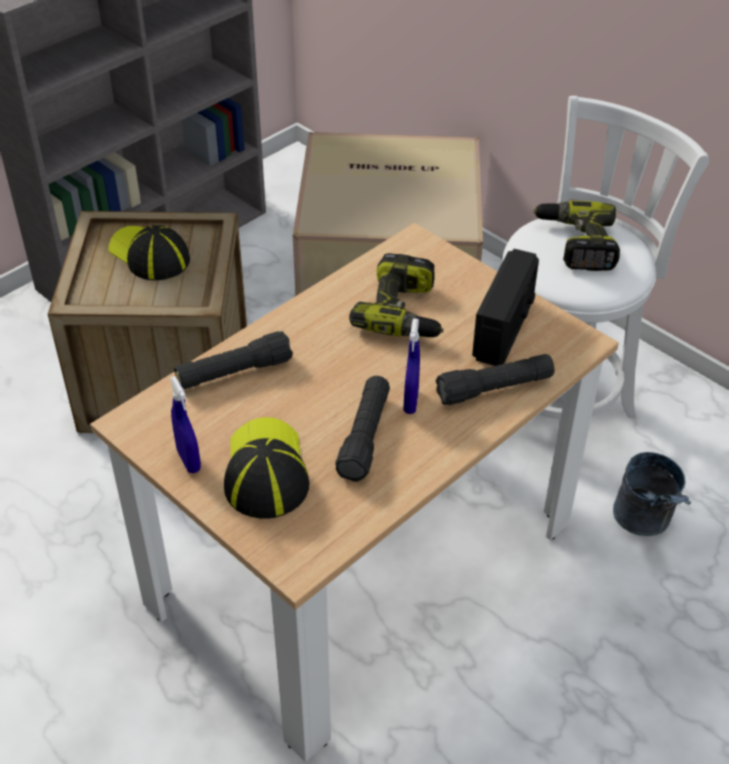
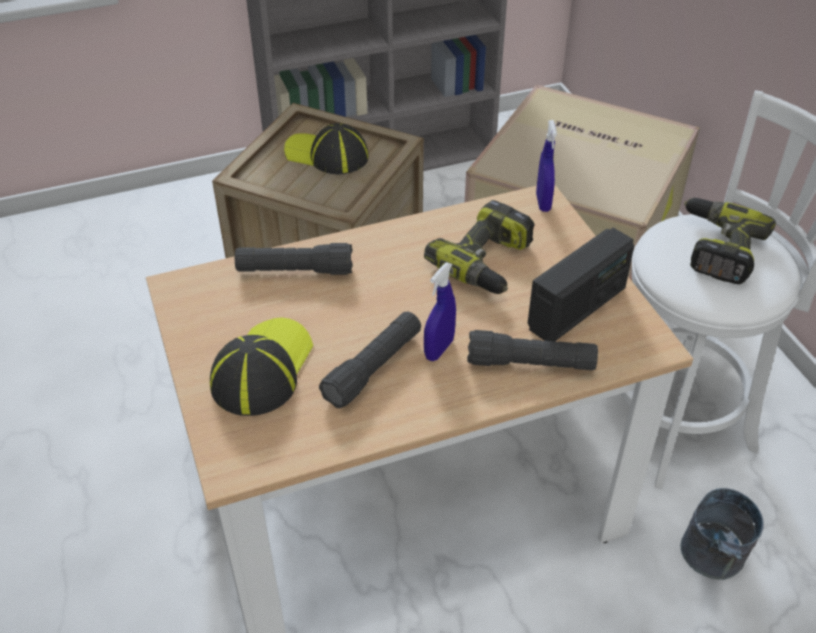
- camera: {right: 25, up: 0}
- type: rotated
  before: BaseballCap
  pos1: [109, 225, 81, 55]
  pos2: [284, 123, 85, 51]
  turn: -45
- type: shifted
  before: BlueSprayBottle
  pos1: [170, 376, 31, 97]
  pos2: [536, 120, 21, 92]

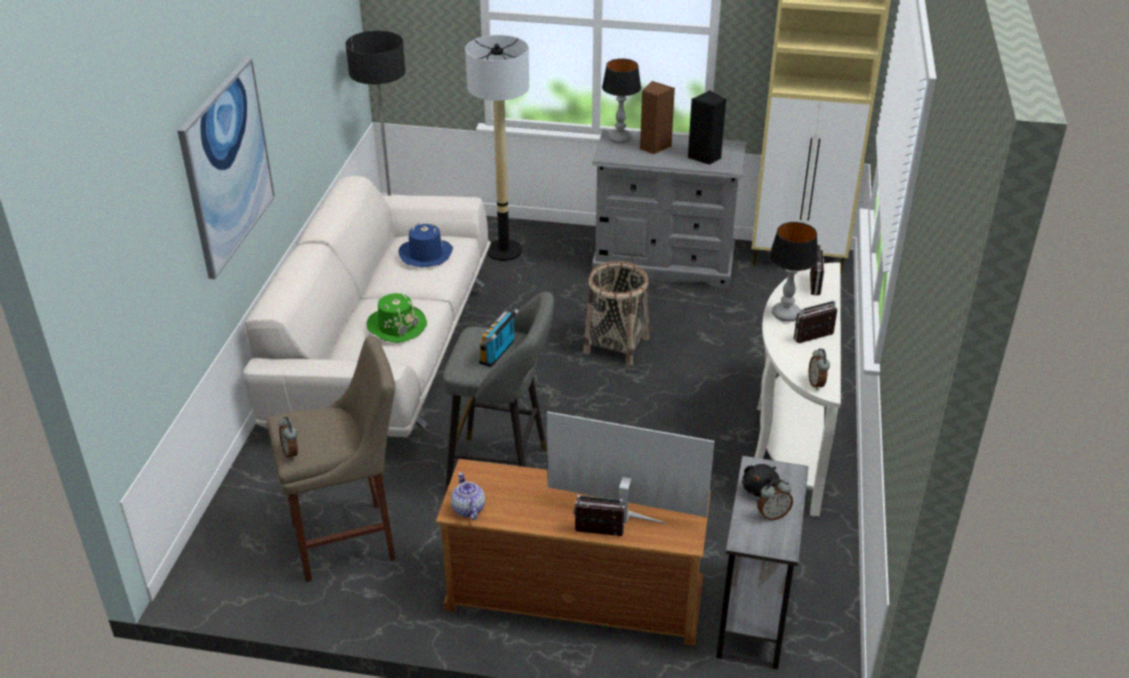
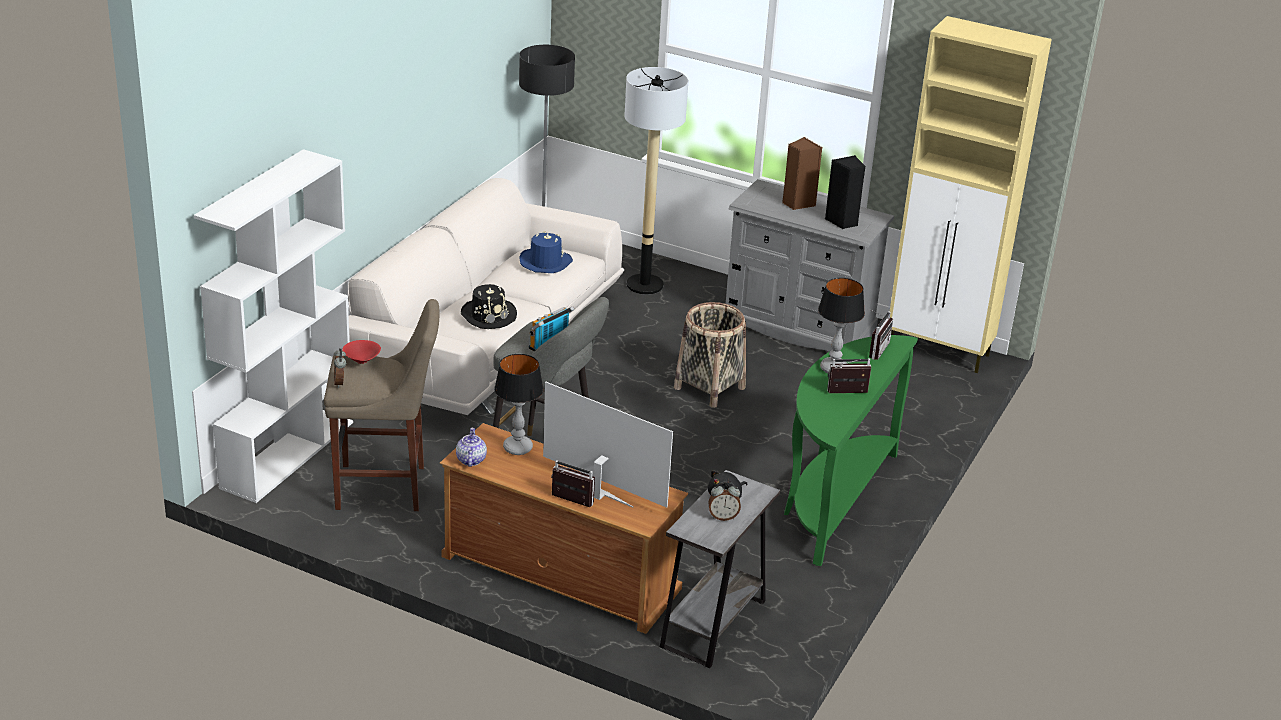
- camera: {right: 15, up: -5}
- type: gone
  before: Picture
  pos1: [177, 57, 98, 222]
- type: repainted
  before: GreenWearableHat
  after: BlackWearableHat
  pos1: [367, 293, 60, 50]
  pos2: [461, 284, 56, 45]
- type: shifted
  before: TabletopLamp
  pos1: [602, 59, 39, 84]
  pos2: [494, 354, 50, 101]
- type: repainted
  before: WhitishHallTable
  after: GreenHallTable
  pos1: [754, 262, 87, 255]
  pos2: [784, 335, 134, 231]
- type: gone
  before: BedsideClock
  pos1: [809, 348, 21, 42]
- type: new
  after: WhitishBookshelf
  pos2: [194, 149, 159, 354]
- type: new
  after: ReddishDeepDish
  pos2: [342, 340, 39, 24]

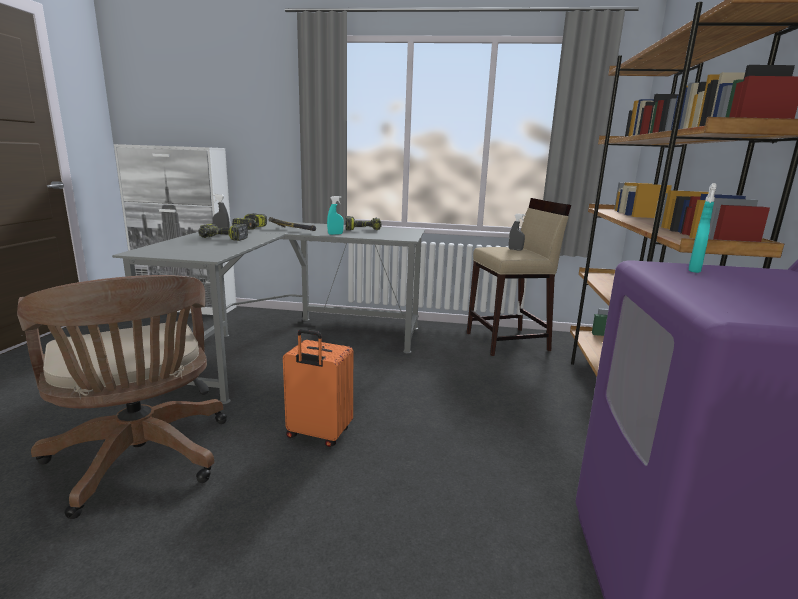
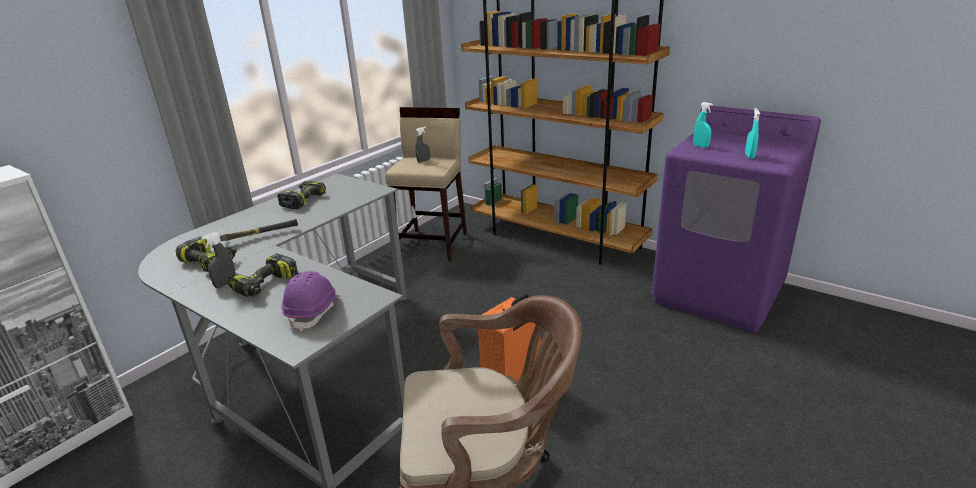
- camera: {right: -60, up: 10}
- type: shifted
  before: TurquoiseColouredSprayBottle
  pos1: [327, 196, 17, 39]
  pos2: [745, 108, 15, 51]
- type: new
  after: PurpleColouredHardHat
  pos2: [281, 271, 59, 61]

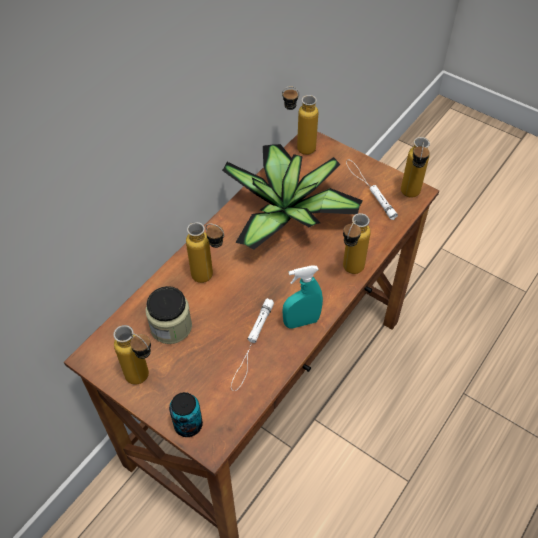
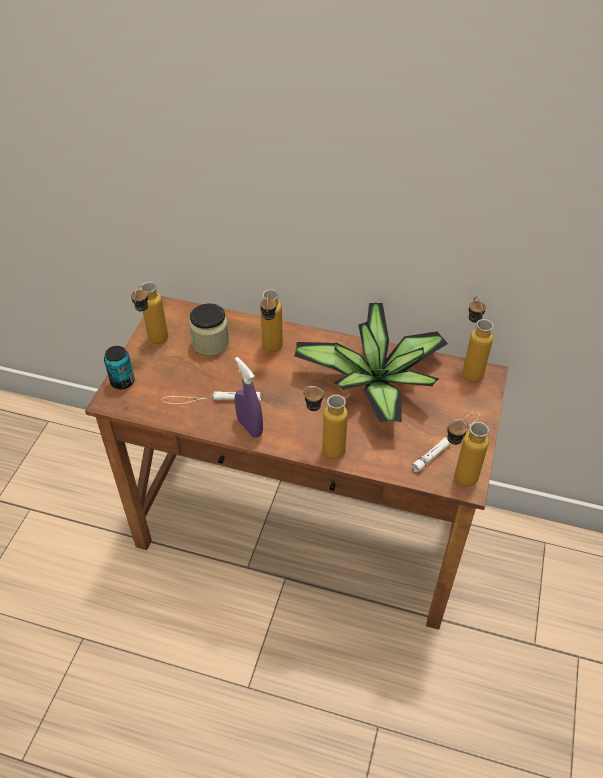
- camera: {right: 70, up: -5}
- type: repainted
  before: TurquoiseColouredSprayBottle
  after: PurpleColouredSprayBottle
  pos1: [282, 265, 41, 64]
  pos2: [234, 357, 29, 81]

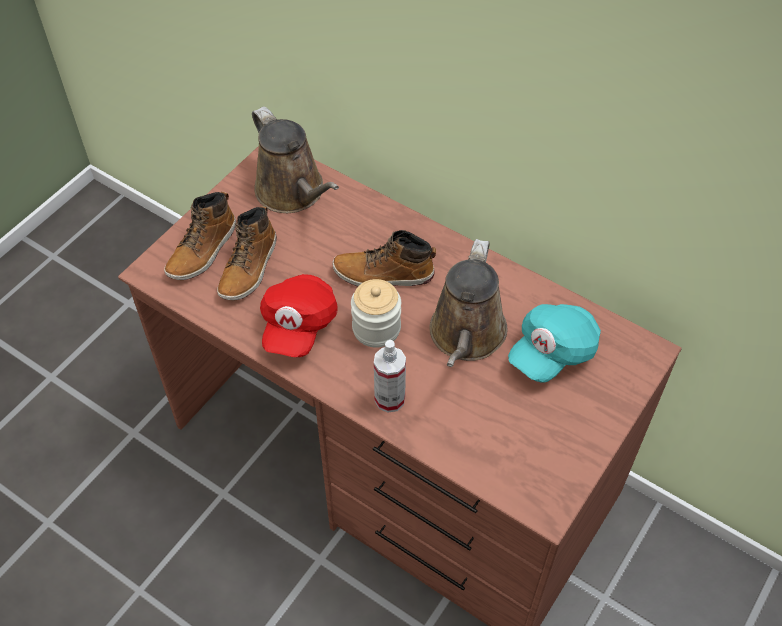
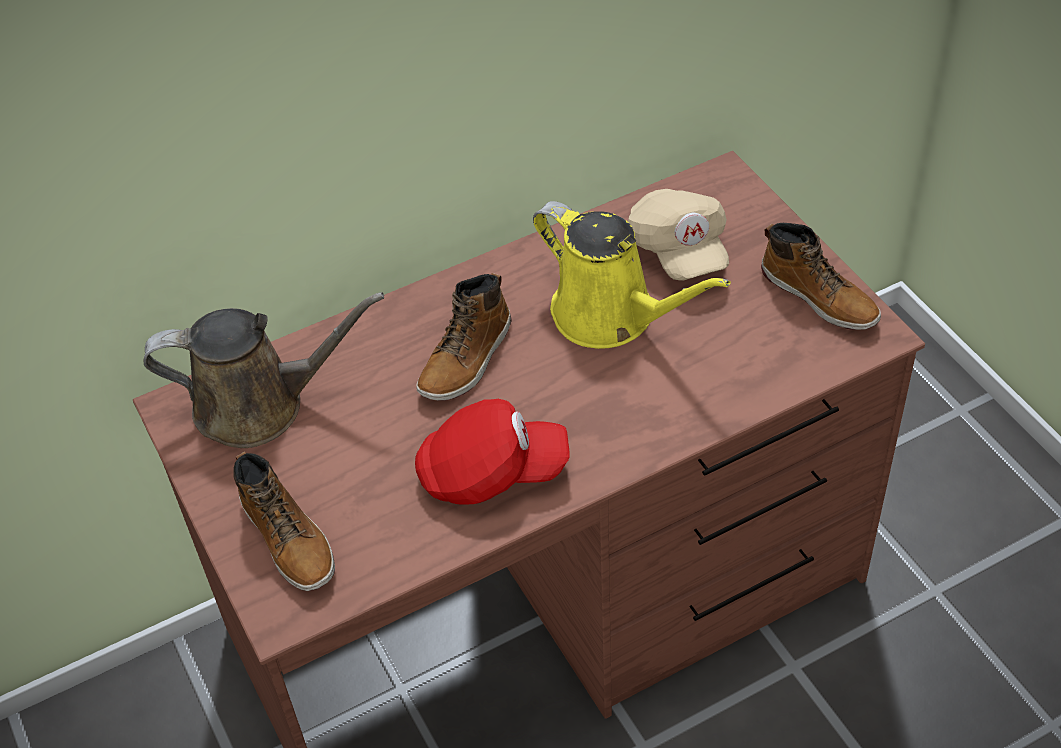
- camera: {right: -60, up: -5}
- type: shifted
  before: HighTopBoot
  pos1: [217, 206, 60, 95]
  pos2: [761, 223, 120, 107]
- type: rotated
  before: ReddishBaseballCap
  pos1: [260, 274, 78, 83]
  pos2: [415, 399, 155, 106]
  turn: -45
- type: gone
  before: Jar
  pos1: [351, 279, 50, 69]
- type: gone
  before: SprayBottle
  pos1: [374, 340, 32, 73]
- type: repainted
  before: BrownColouredWateringPot
  after: YellowishWateringPot
  pos1: [430, 239, 78, 128]
  pos2: [533, 201, 198, 148]
- type: repainted
  before: TurquoiseColouredBaseballCap
  after: BeigeColouredBaseballCap
  pos1: [508, 304, 93, 79]
  pos2: [628, 189, 101, 92]

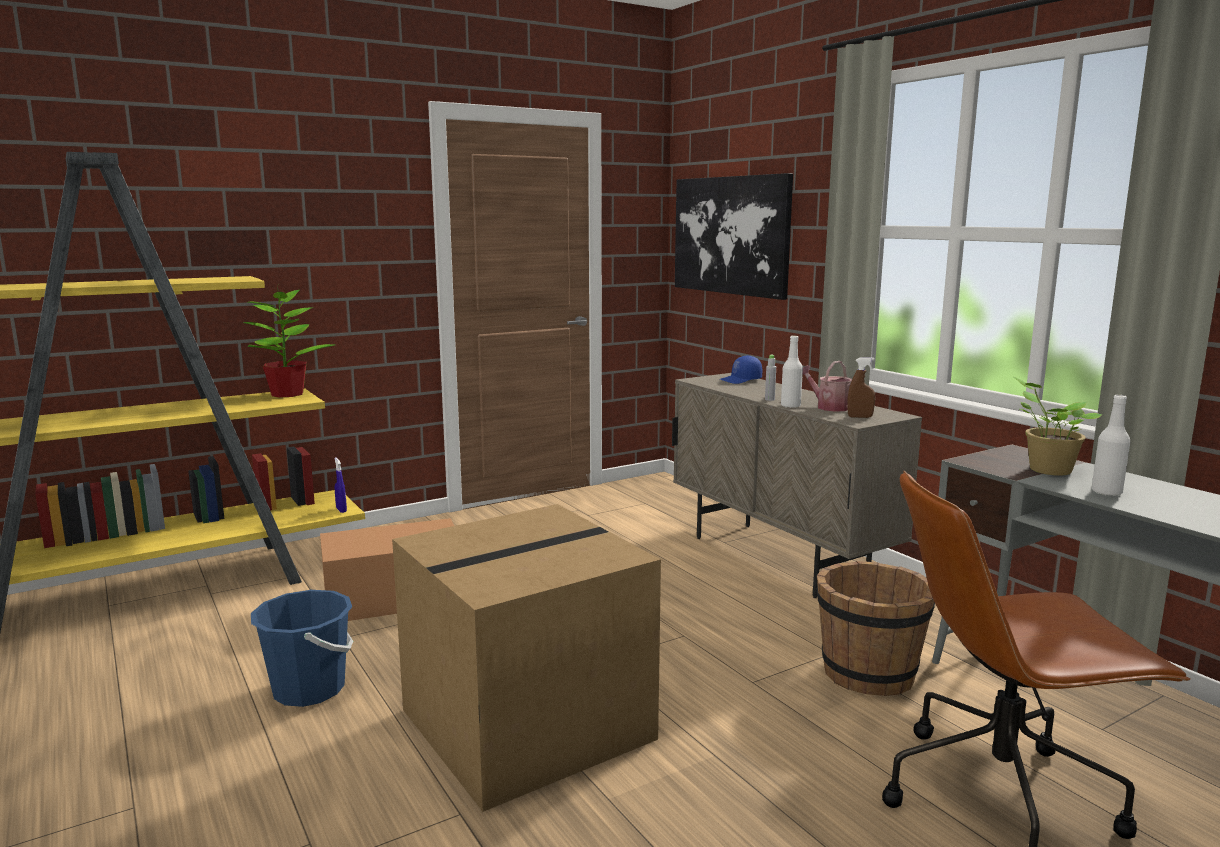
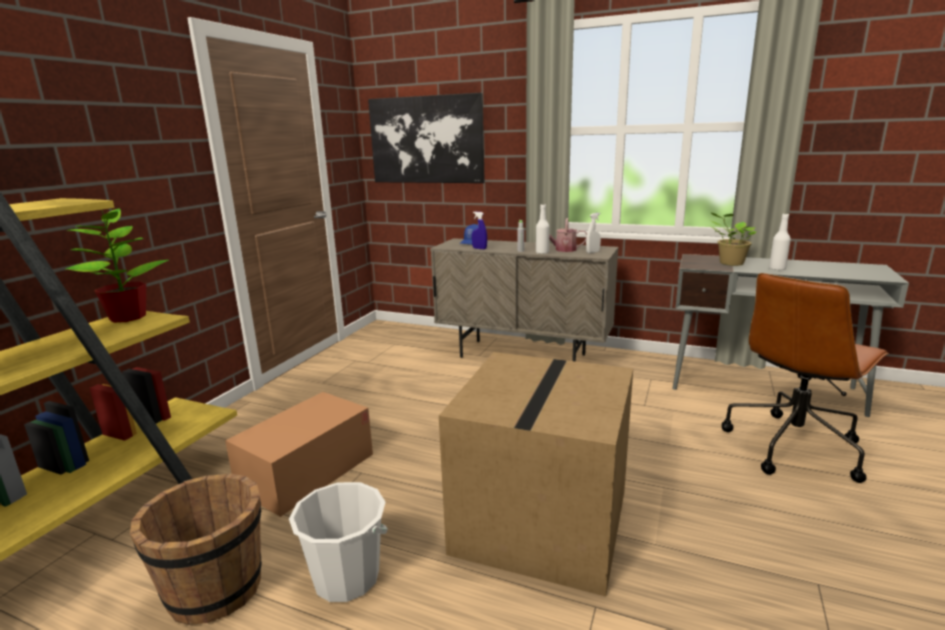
- camera: {right: -35, up: 5}
- type: repainted
  before: BlueBucket
  after: WhitishBucket
  pos1: [251, 590, 102, 117]
  pos2: [289, 482, 99, 120]
- type: shifted
  before: BlueSprayBottle
  pos1: [334, 457, 13, 56]
  pos2: [472, 212, 15, 37]
- type: shifted
  before: BrownColouredBucket
  pos1: [817, 561, 118, 135]
  pos2: [130, 473, 132, 152]
- type: repainted
  before: BrownColouredSprayBottle
  after: WhitishSprayBottle
  pos1: [847, 357, 28, 61]
  pos2: [586, 213, 15, 40]

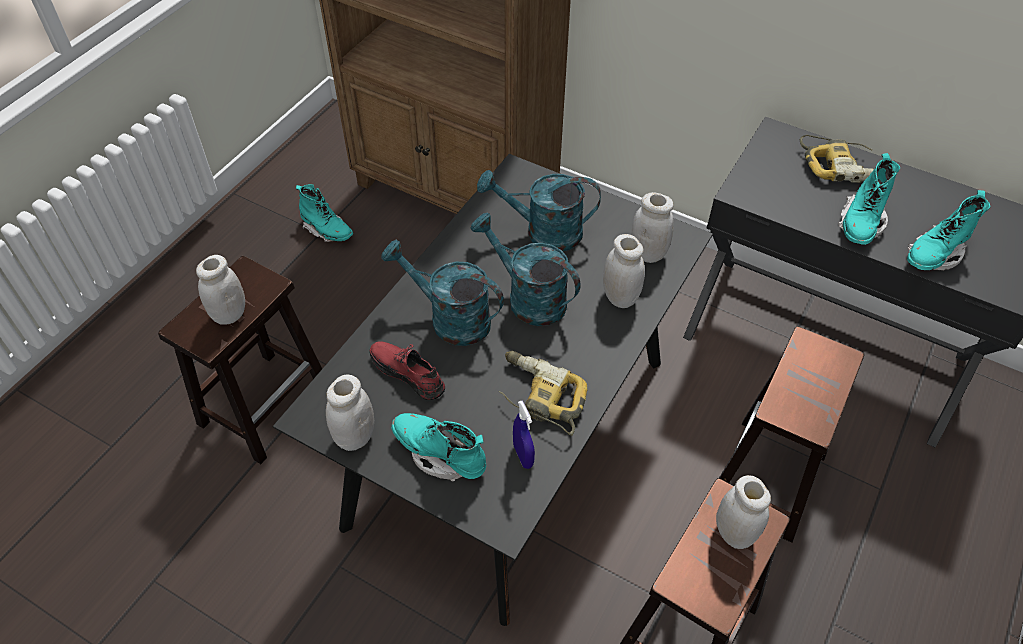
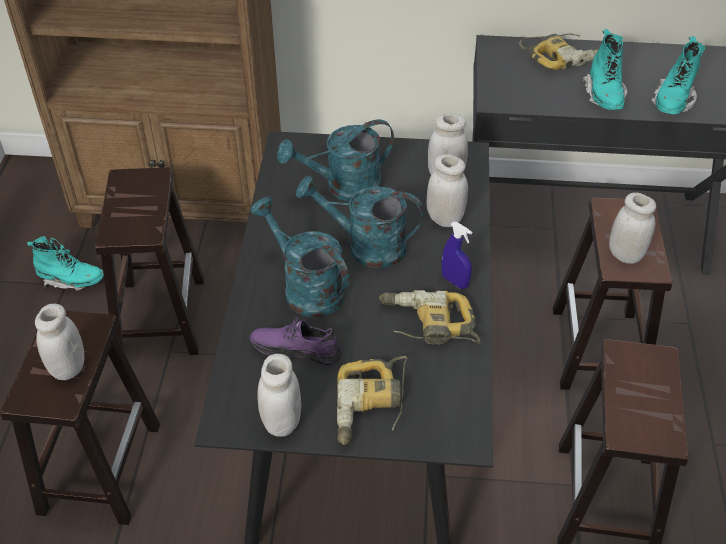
- camera: {right: -25, up: -5}
- type: repainted
  before: ReddishItemOfFootwear
  after: PurpleColouredItemOfFootwear
  pos1: [369, 342, 76, 58]
  pos2: [250, 317, 92, 48]
- type: rotated
  before: TurquoiseColouredWateringPot
  pos1: [381, 240, 123, 106]
  pos2: [251, 197, 98, 121]
  turn: 45
- type: swapped
  before: TurquoiseColouredHighTopBoot
  after: Drill
  pos1: [391, 413, 95, 68]
  pos2: [337, 356, 71, 89]
- type: shifted
  before: BlueSprayBottle
  pos1: [513, 401, 22, 68]
  pos2: [442, 222, 30, 67]
- type: shifted
  before: WhitishJar
  pos1: [716, 475, 55, 74]
  pos2: [609, 193, 47, 71]
- type: new
  after: BrownColouredStoolSeat
  pos2: [95, 167, 109, 188]

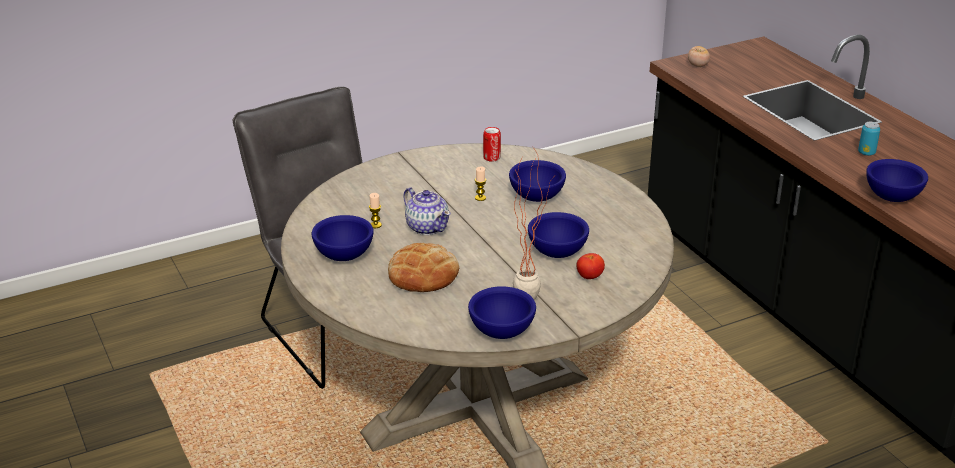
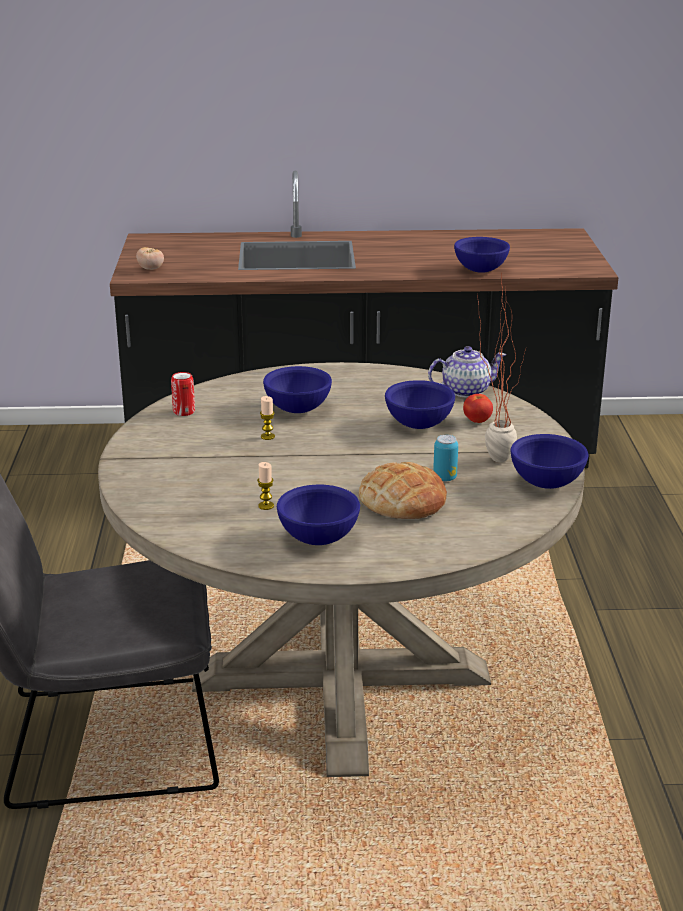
- camera: {right: -65, up: -5}
- type: shifted
  before: TeaPot
  pos1: [403, 187, 48, 48]
  pos2: [428, 346, 78, 52]
- type: shifted
  before: Can
  pos1: [858, 122, 22, 34]
  pos2: [433, 435, 25, 46]

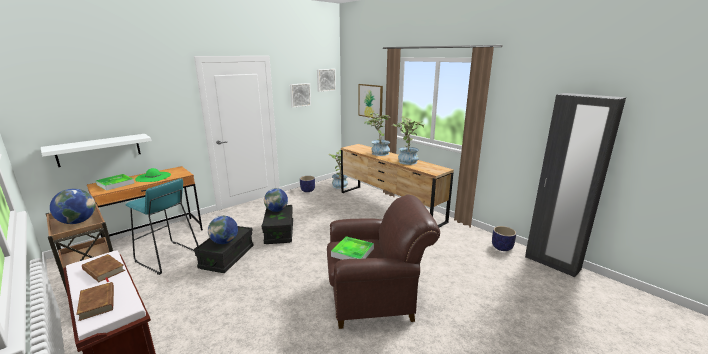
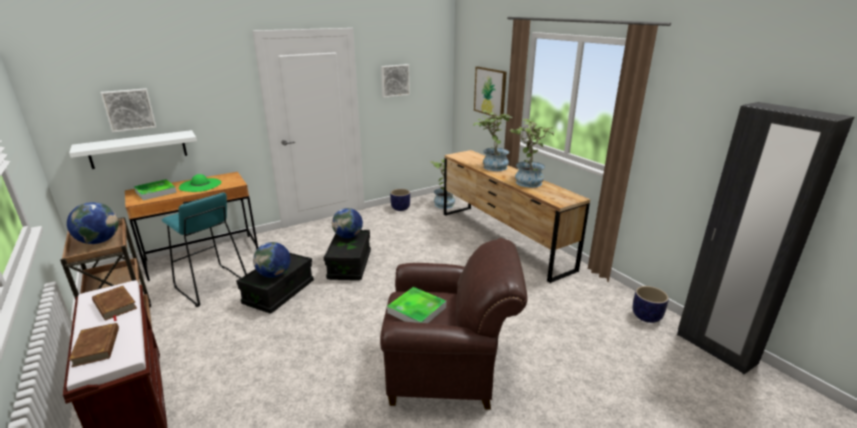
- camera: {right: 10, up: 5}
- type: shifted
  before: Picture
  pos1: [317, 69, 19, 23]
  pos2: [101, 88, 55, 45]

